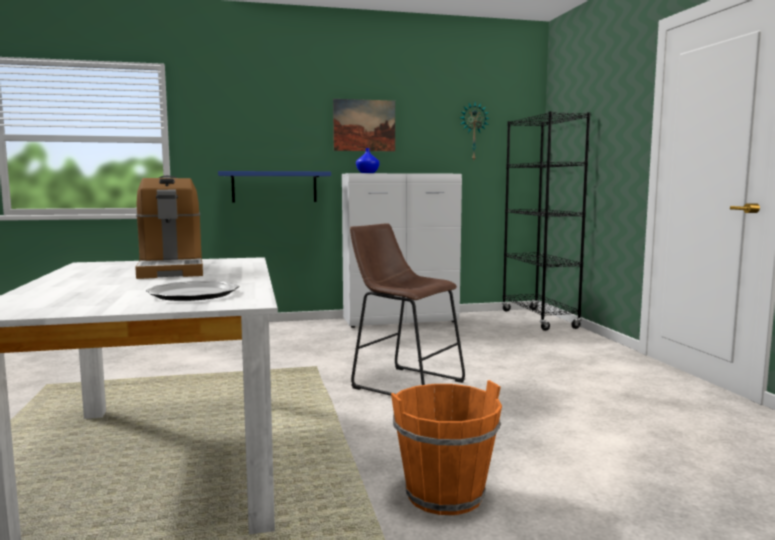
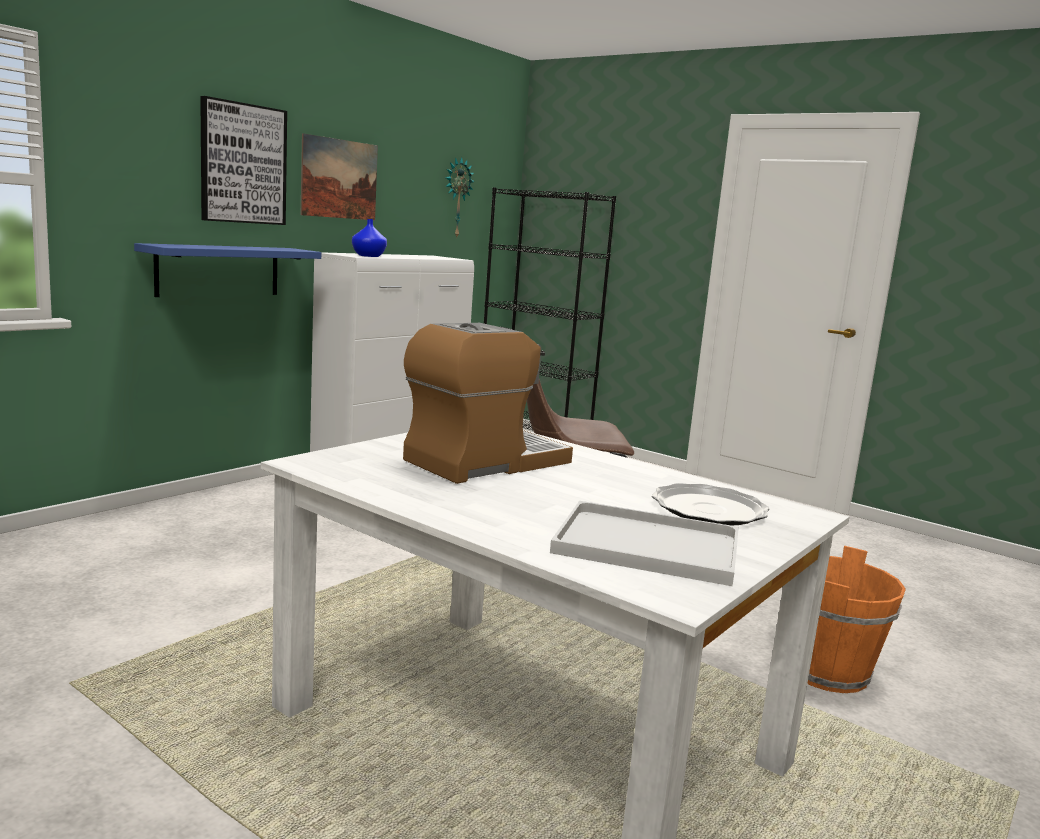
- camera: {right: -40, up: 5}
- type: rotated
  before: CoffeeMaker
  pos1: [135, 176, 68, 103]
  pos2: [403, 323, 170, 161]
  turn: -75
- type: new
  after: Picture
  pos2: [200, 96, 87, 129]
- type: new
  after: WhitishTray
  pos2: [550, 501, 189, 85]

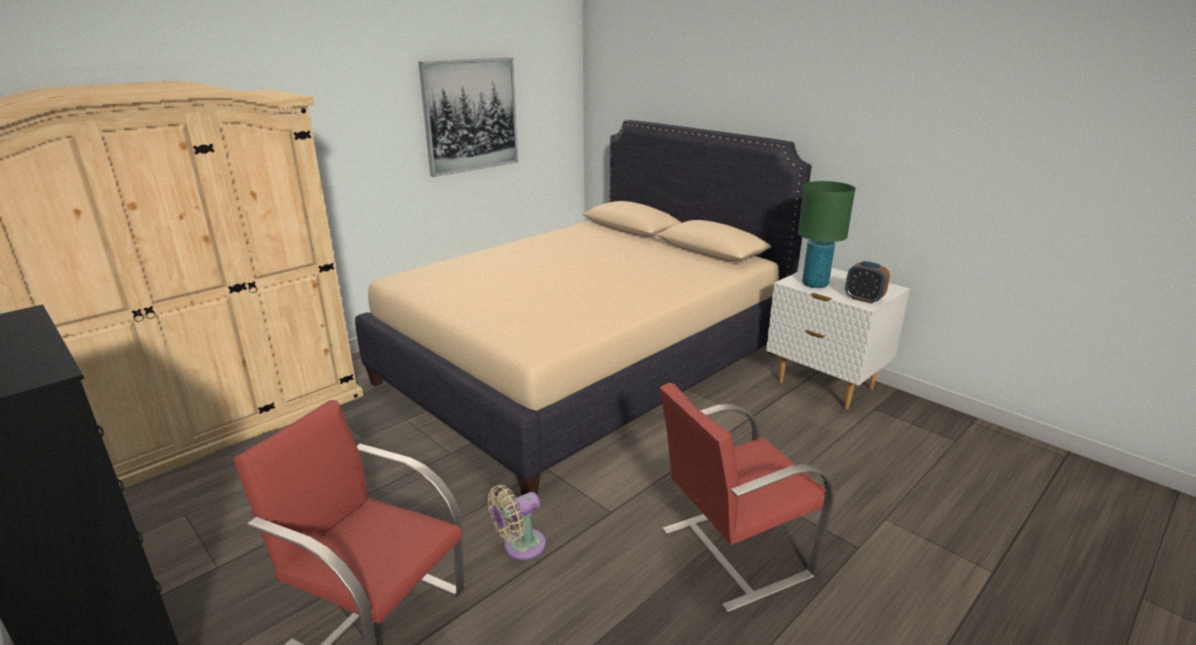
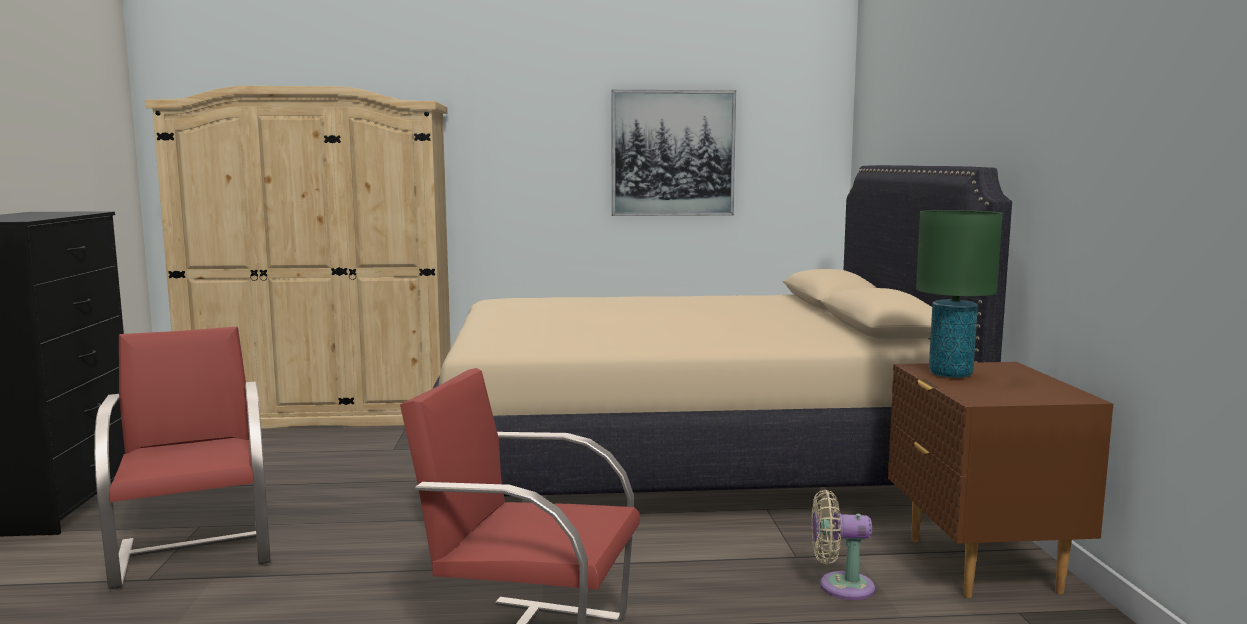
- camera: {right: 40, up: -15}
- type: shifted
  before: BeigeColouredFan
  pos1: [488, 485, 58, 75]
  pos2: [812, 490, 63, 110]
- type: repainted
  before: WhitishNightstand
  after: BrownColouredNightstand
  pos1: [766, 268, 144, 142]
  pos2: [888, 362, 225, 236]
- type: gone
  before: BedsideClock
  pos1: [845, 261, 45, 43]

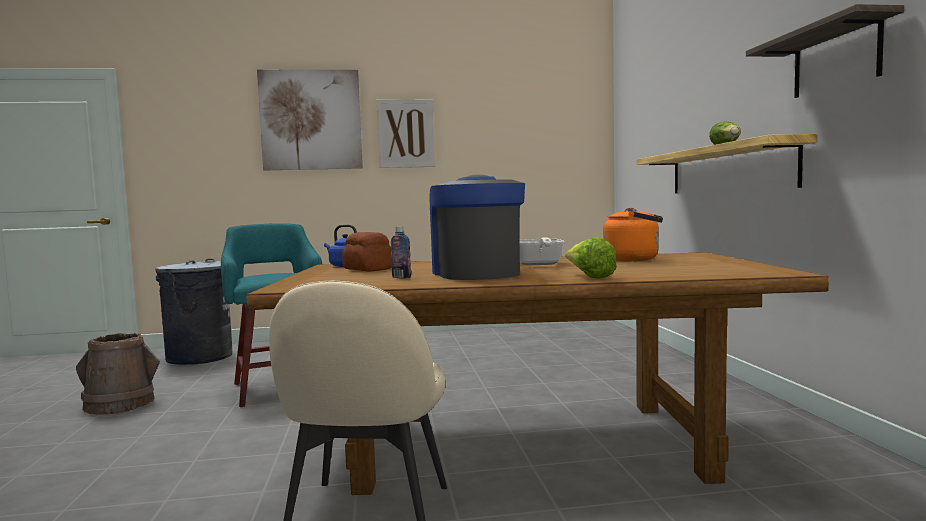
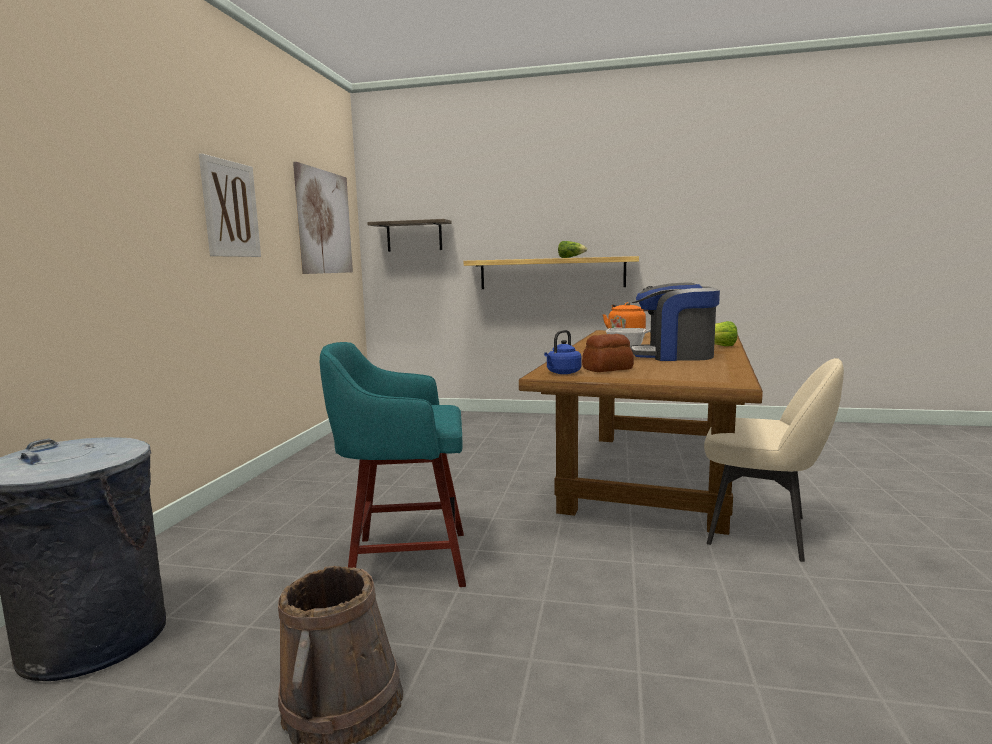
- camera: {right: -70, up: 5}
- type: shifted
  before: Picture
  pos1: [257, 70, 106, 101]
  pos2: [293, 162, 60, 112]
- type: gone
  before: BeverageBottle
  pos1: [391, 226, 20, 52]
- type: shifted
  before: Shelf
  pos1: [746, 4, 158, 94]
  pos2: [367, 219, 85, 33]

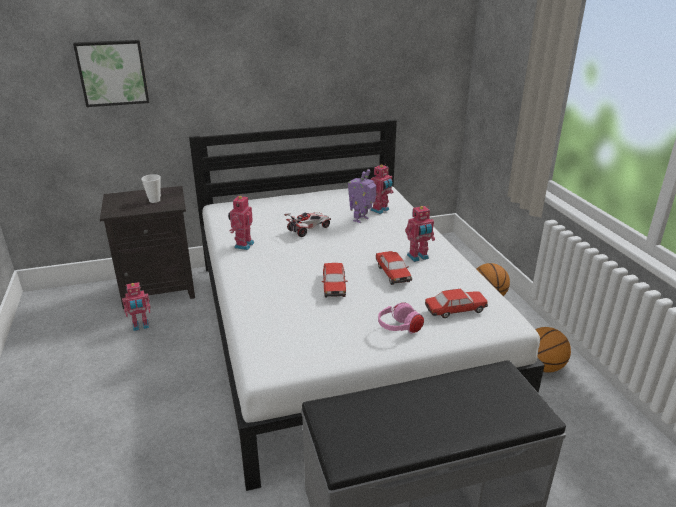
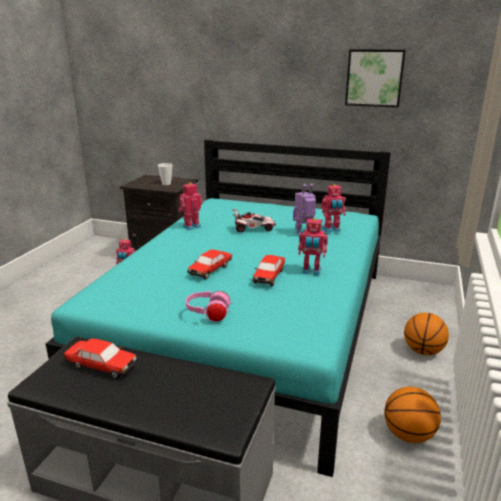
- camera: {right: 35, up: -5}
- type: shifted
  before: Picture
  pos1: [73, 40, 76, 67]
  pos2: [345, 49, 61, 59]
- type: repainted
  before: WhitishSleepingBed
  after: TurquoiseColouredSleepingBed
  pos1: [189, 120, 356, 371]
  pos2: [46, 140, 345, 337]
- type: shifted
  before: ModelCar
  pos1: [425, 289, 63, 29]
  pos2: [64, 338, 74, 41]

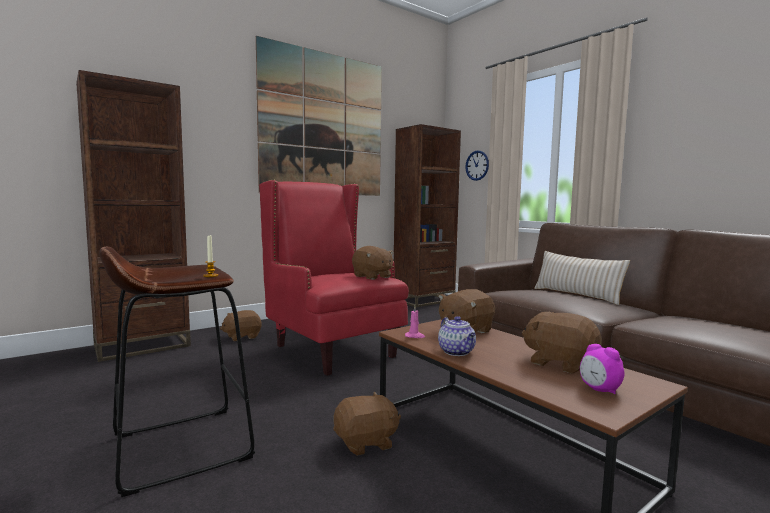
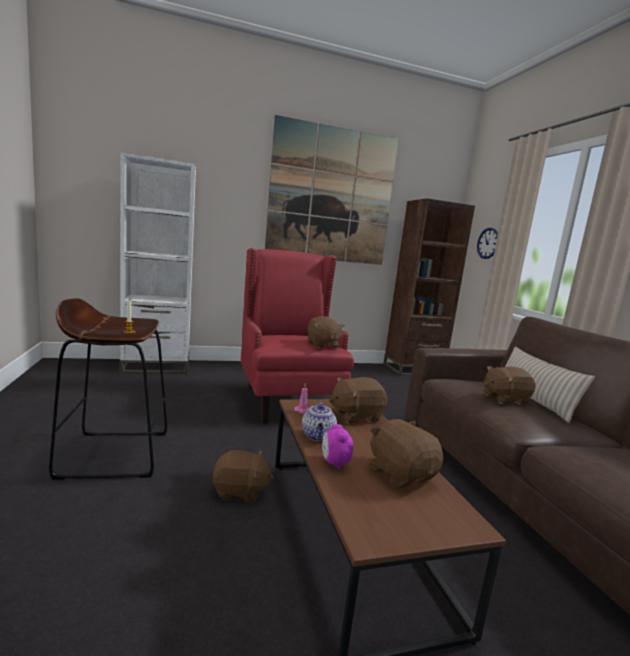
- camera: {right: 20, up: 5}
- type: repainted
  before: BrownColouredBookshelf
  after: WhitishBookshelf
  pos1: [76, 70, 115, 292]
  pos2: [120, 152, 76, 222]
- type: shifted
  before: BrownColouredSoftToy
  pos1: [220, 310, 41, 31]
  pos2: [484, 366, 52, 39]
- type: shifted
  before: BedsideClock
  pos1: [580, 344, 45, 50]
  pos2: [322, 424, 31, 45]

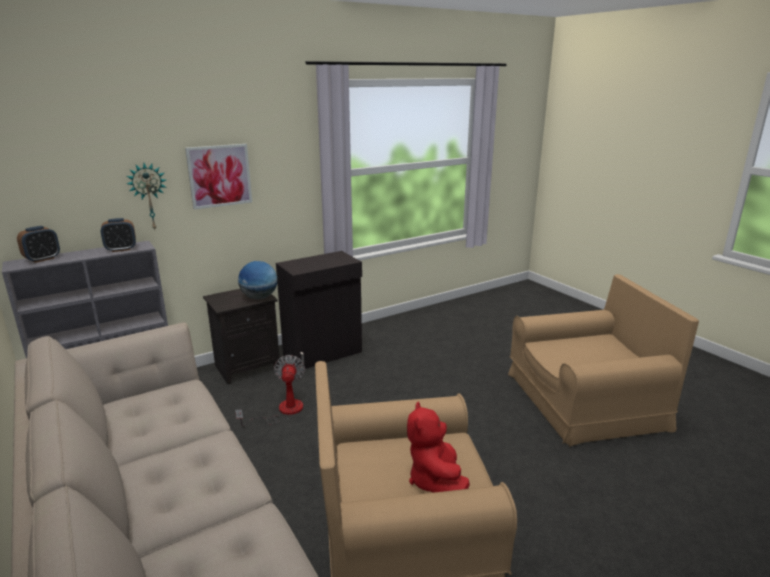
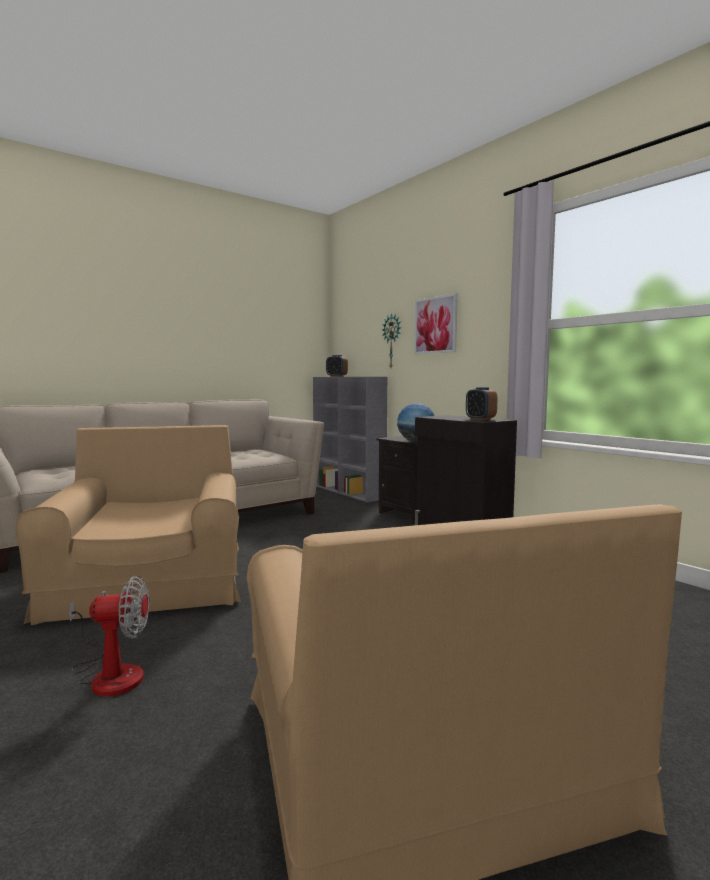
- camera: {right: 85, up: -15}
- type: shifted
  before: BedsideClock
  pos1: [101, 218, 35, 34]
  pos2: [466, 387, 31, 33]
- type: shifted
  before: Fan
  pos1: [235, 355, 70, 71]
  pos2: [69, 576, 80, 120]
- type: gone
  before: ReddishSoftToy
  pos1: [407, 401, 63, 92]

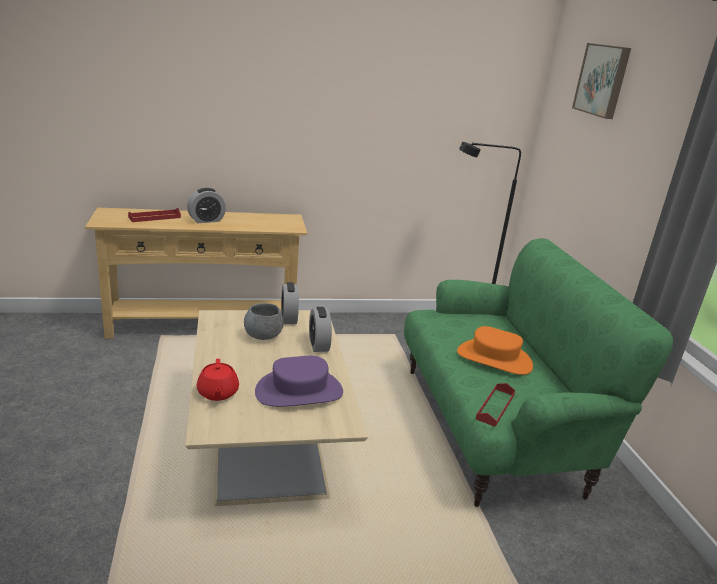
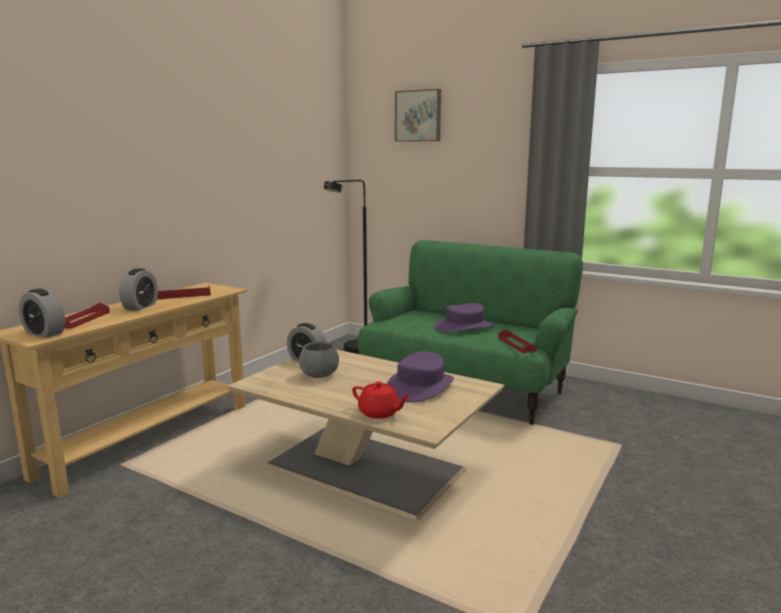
- camera: {right: -45, up: -10}
- type: shifted
  before: BedsideClock
  pos1: [309, 307, 23, 45]
  pos2: [19, 288, 46, 50]
- type: repainted
  before: OrangeWearableHat
  after: PurpleColouredWearableHat
  pos1: [457, 326, 76, 49]
  pos2: [434, 303, 61, 29]
- type: new
  after: ReddishTray
  pos2: [157, 285, 54, 14]

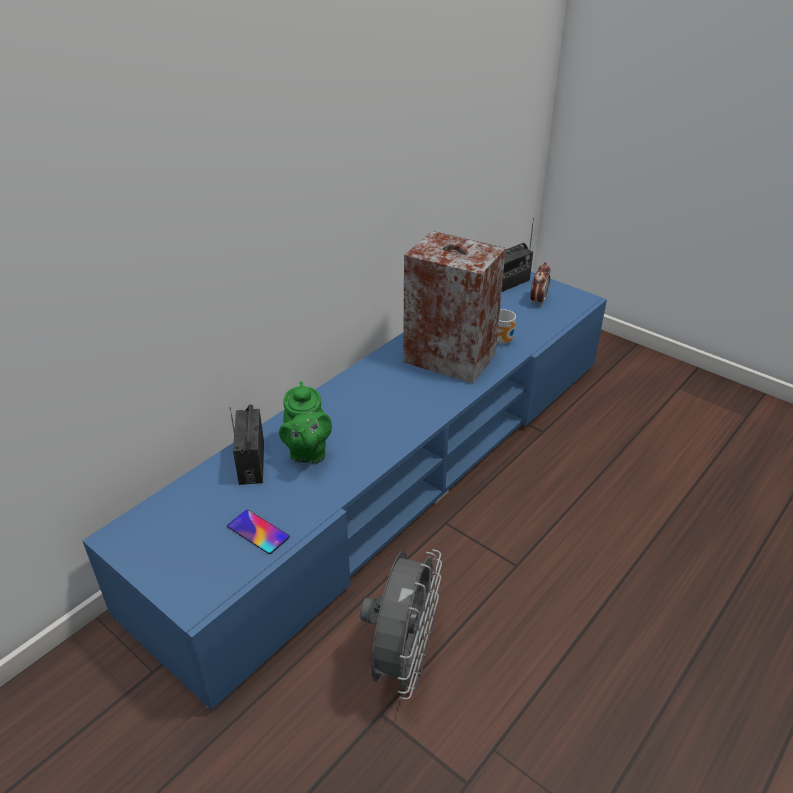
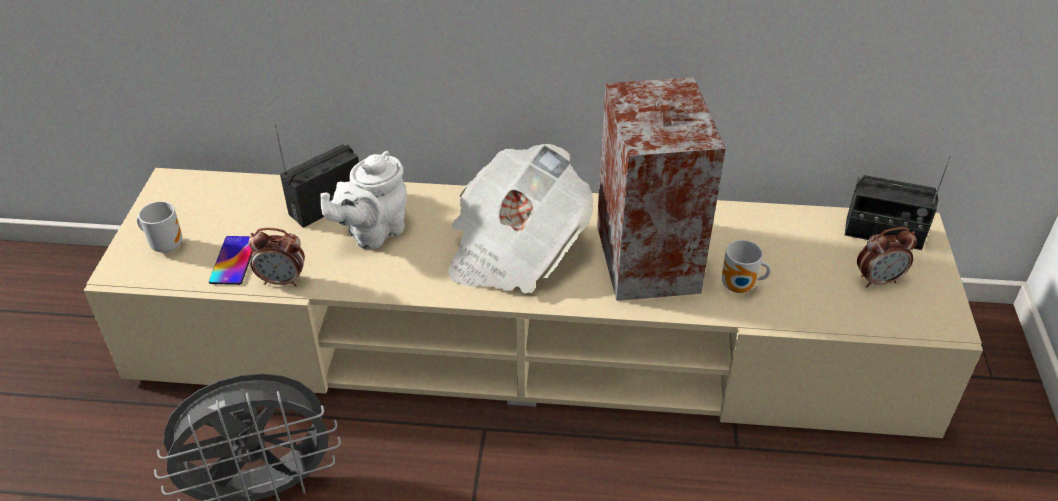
- camera: {right: 55, up: 5}
- type: repainted
  before: BlueMediaConsole
  after: BeigeColouredMediaConsole
  pos1: [82, 272, 525, 438]
  pos2: [84, 168, 899, 270]
- type: repainted
  before: GreenTeaPot
  after: WhitishTeaPot
  pos1: [279, 381, 53, 82]
  pos2: [320, 151, 87, 98]
- type: new
  after: TeaMug
  pos2: [137, 201, 45, 52]
- type: new
  after: BedsideClock
  pos2: [249, 228, 56, 58]
- type: new
  after: PrintedPaper
  pos2: [448, 144, 145, 150]

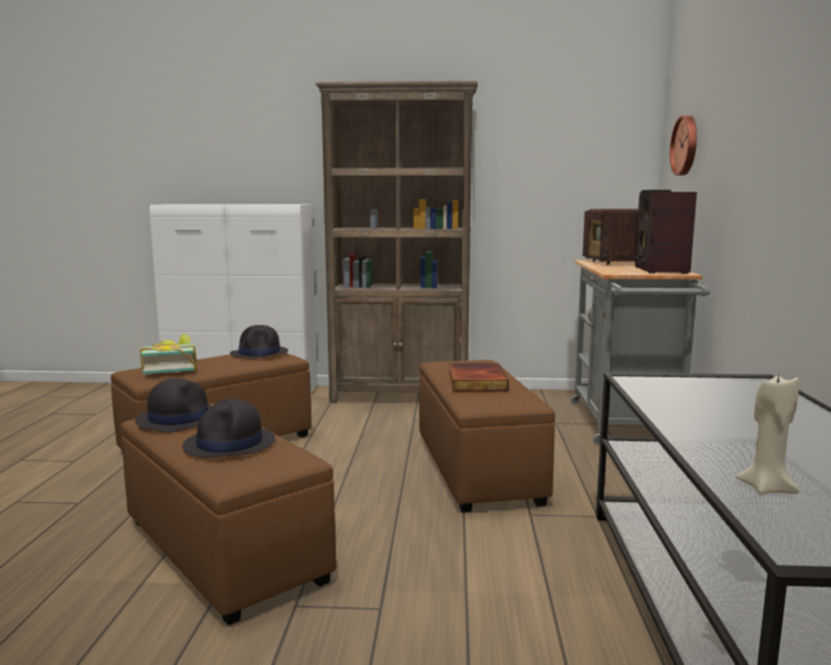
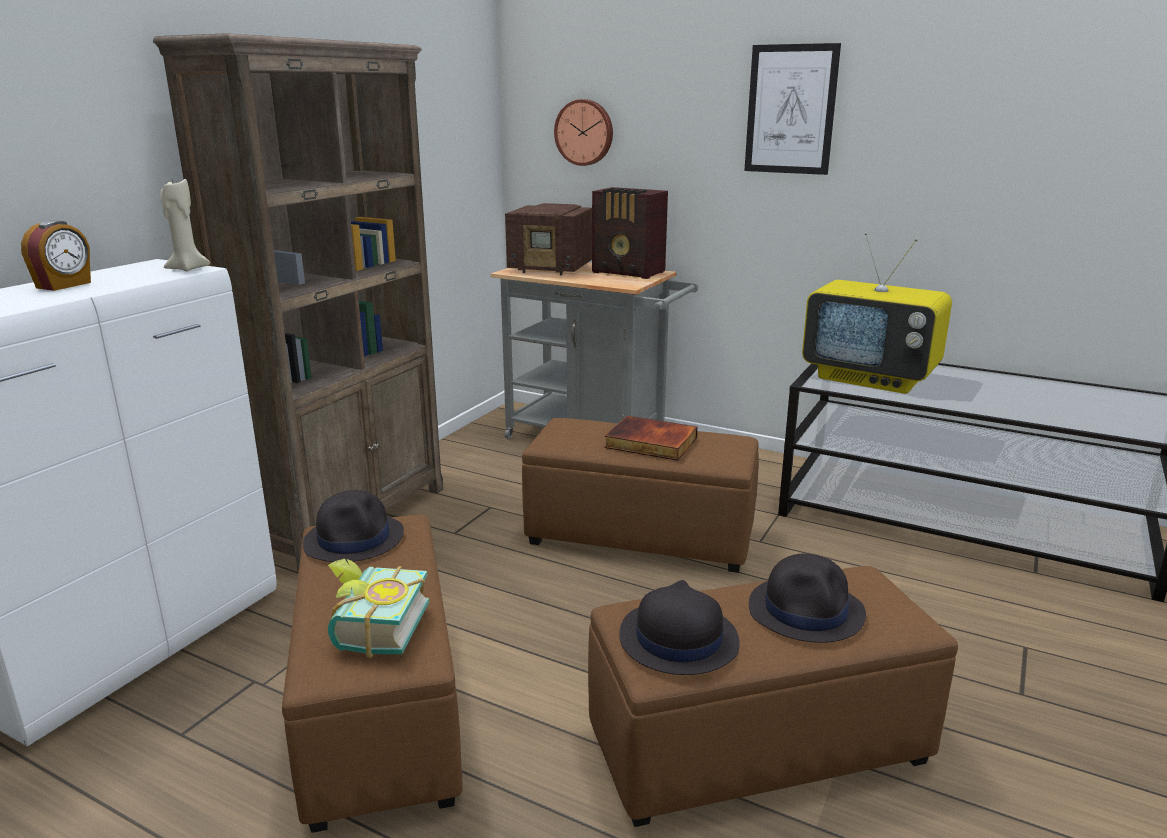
- camera: {right: -65, up: 10}
- type: shifted
  before: BeigeColouredCandle
  pos1: [736, 374, 63, 121]
  pos2: [161, 179, 49, 93]
- type: new
  after: BedsideClock
  pos2: [21, 220, 70, 71]
- type: new
  after: Picture
  pos2: [744, 43, 97, 132]
- type: new
  after: Television
  pos2: [802, 232, 150, 162]

